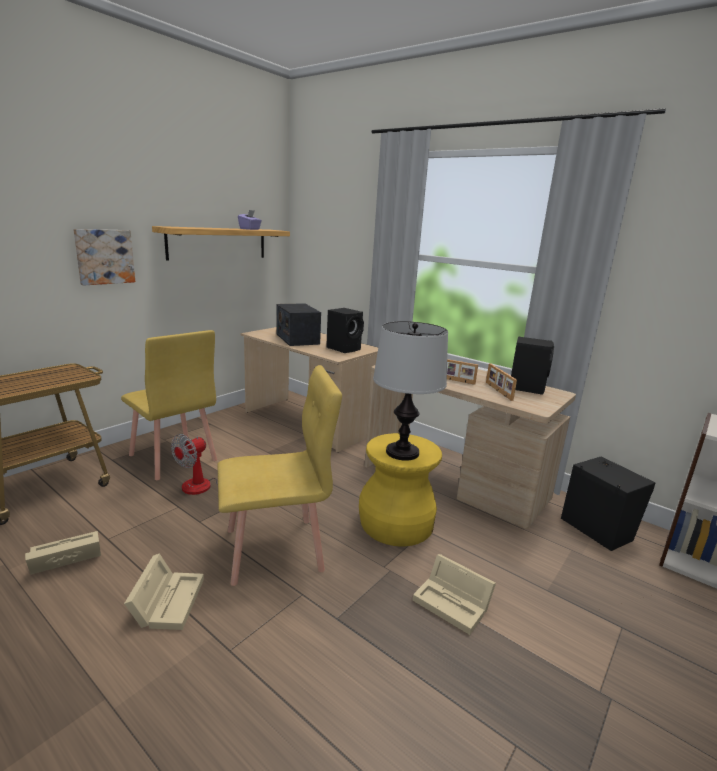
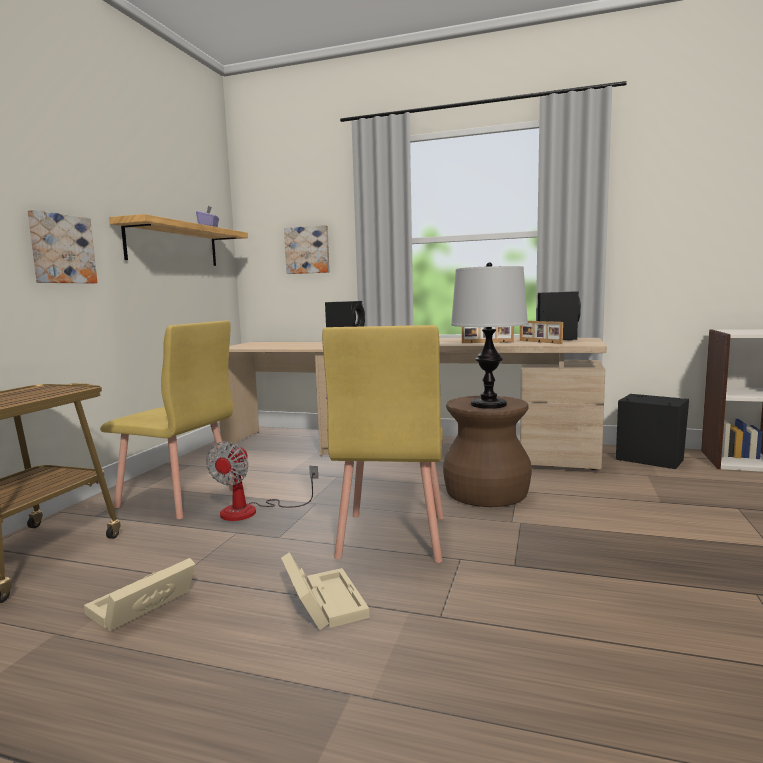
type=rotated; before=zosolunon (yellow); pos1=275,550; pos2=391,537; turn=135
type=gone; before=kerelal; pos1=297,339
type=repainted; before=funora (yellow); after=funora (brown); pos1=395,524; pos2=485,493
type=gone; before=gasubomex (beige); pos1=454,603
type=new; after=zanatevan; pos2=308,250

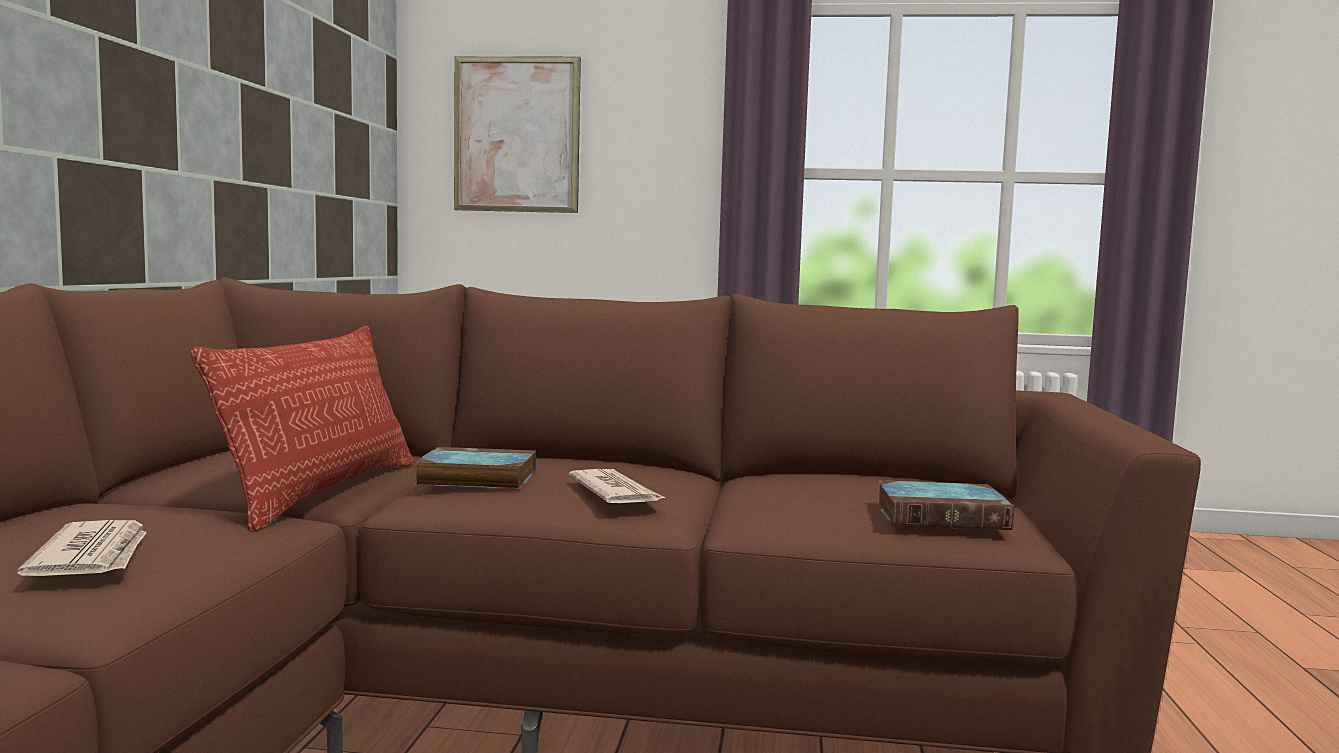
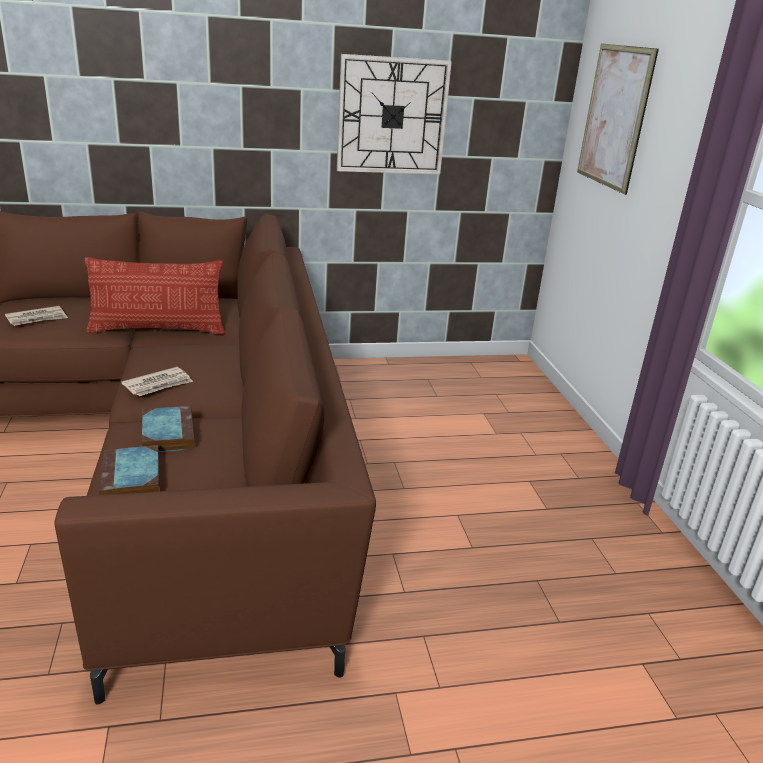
type=shifted; before=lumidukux; pos1=474,478; pos2=167,433
type=new; after=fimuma; pos2=392,116

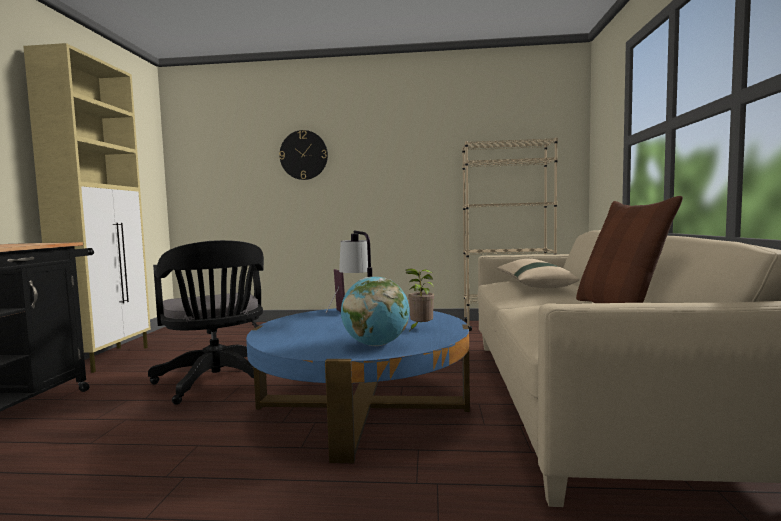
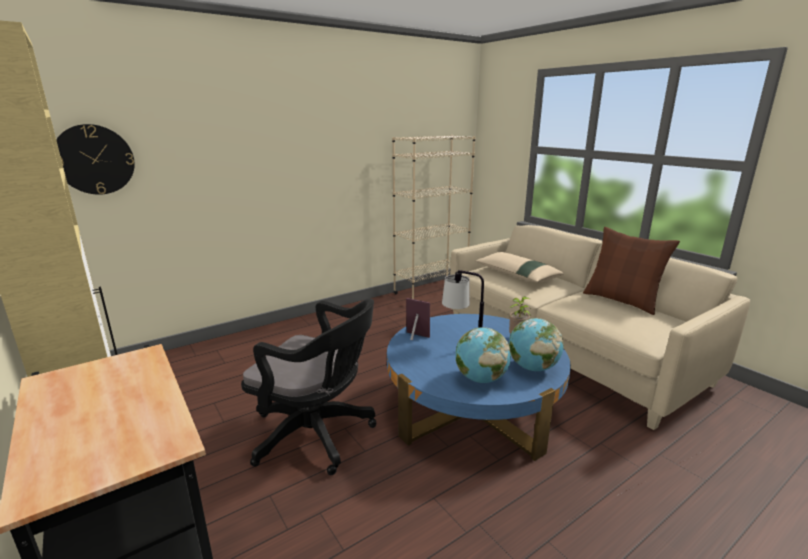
type=shifted; before=fimuma; pos1=303,155; pos2=94,159
type=new; after=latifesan; pos2=480,379

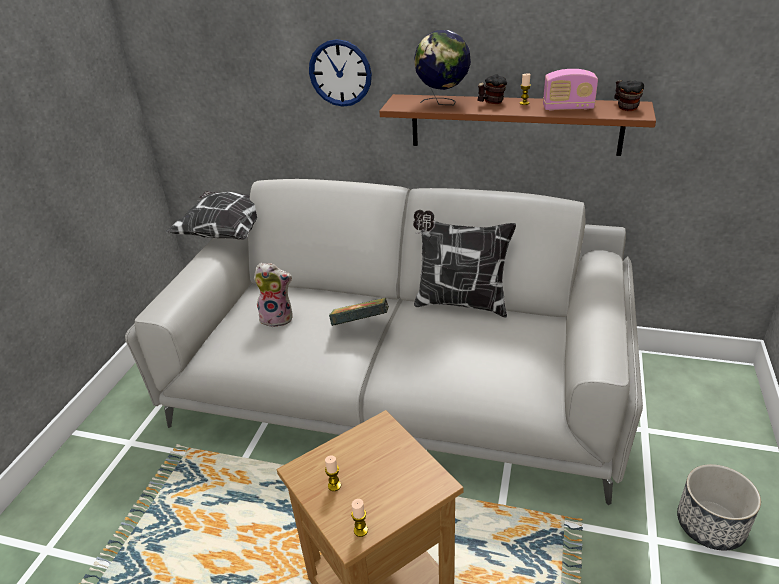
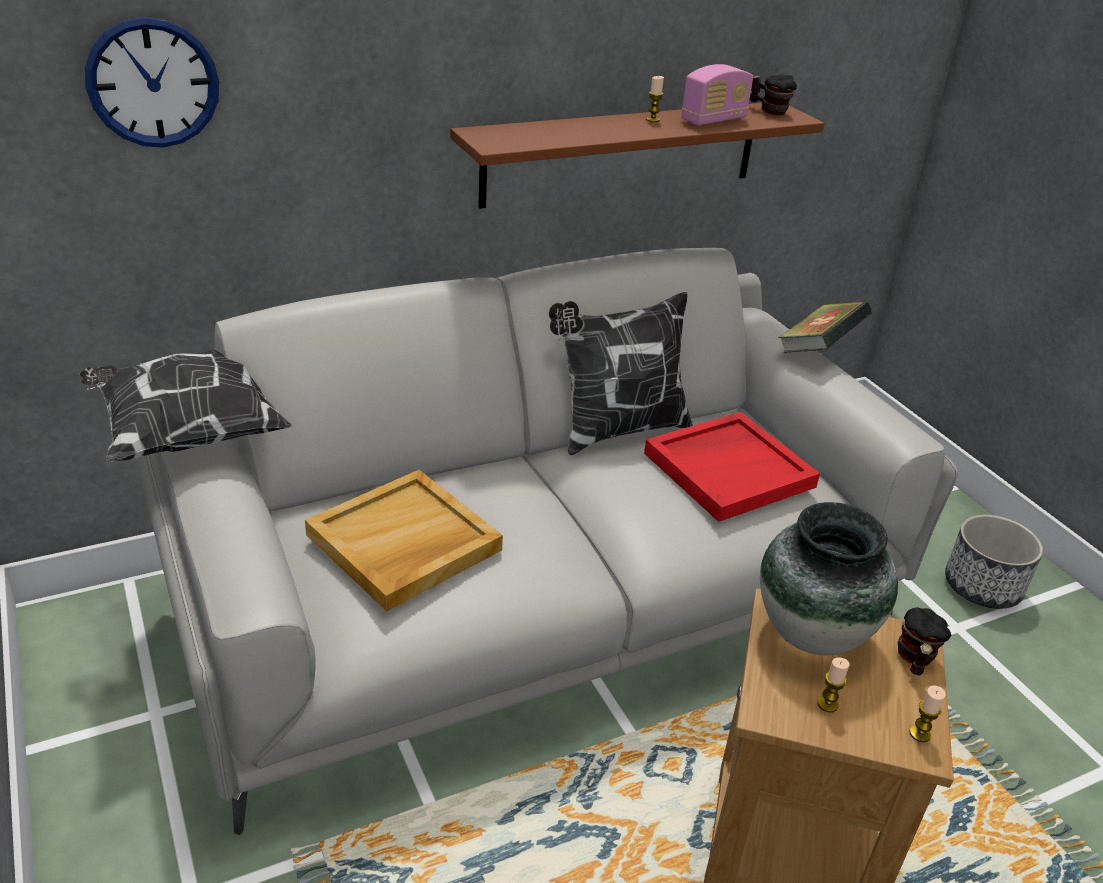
type=swapped; before=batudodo; after=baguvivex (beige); pos1=278,318; pos2=403,544
type=shifted; before=fimuma; pos1=340,73; pos2=153,83
type=shifted; before=lumidukux; pos1=360,326; pos2=819,349
type=gone; before=latifesan; pos1=442,103
type=shifted; before=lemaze; pos1=491,103; pos2=914,660
type=new; after=baguvivex (red); pos2=729,469
type=new; after=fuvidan; pos2=813,634

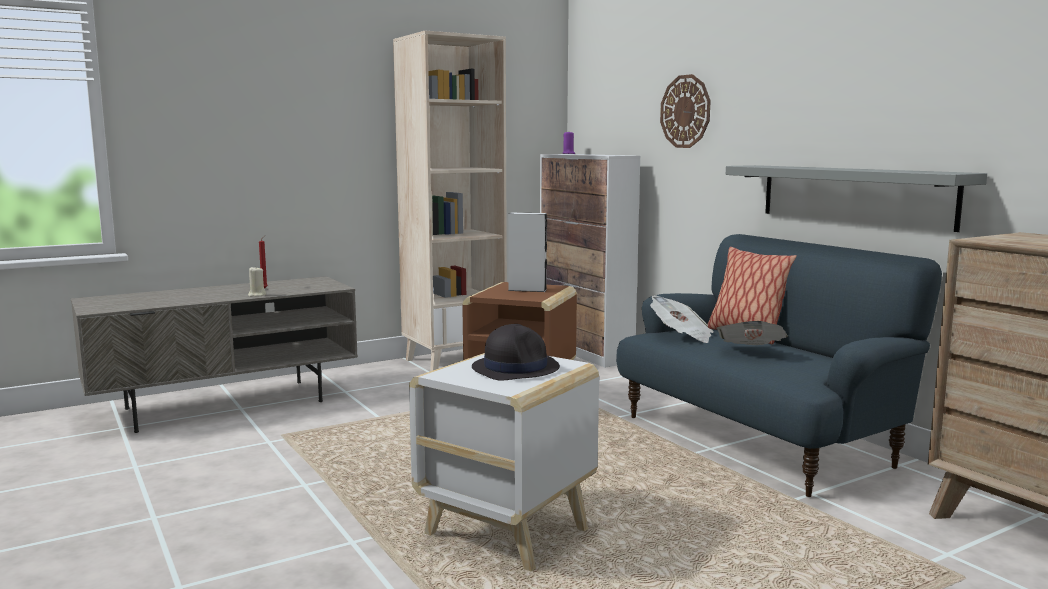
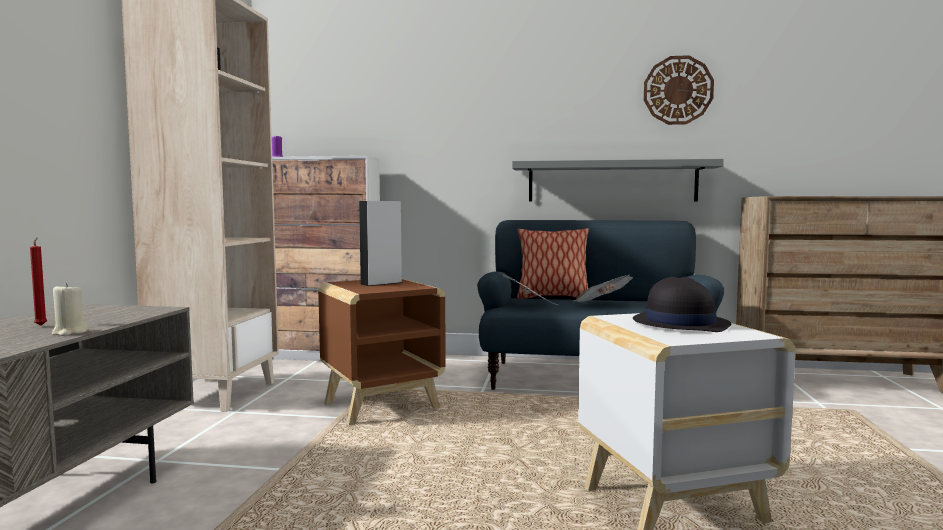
type=shifted; before=fimuma; pos1=685,111; pos2=678,90

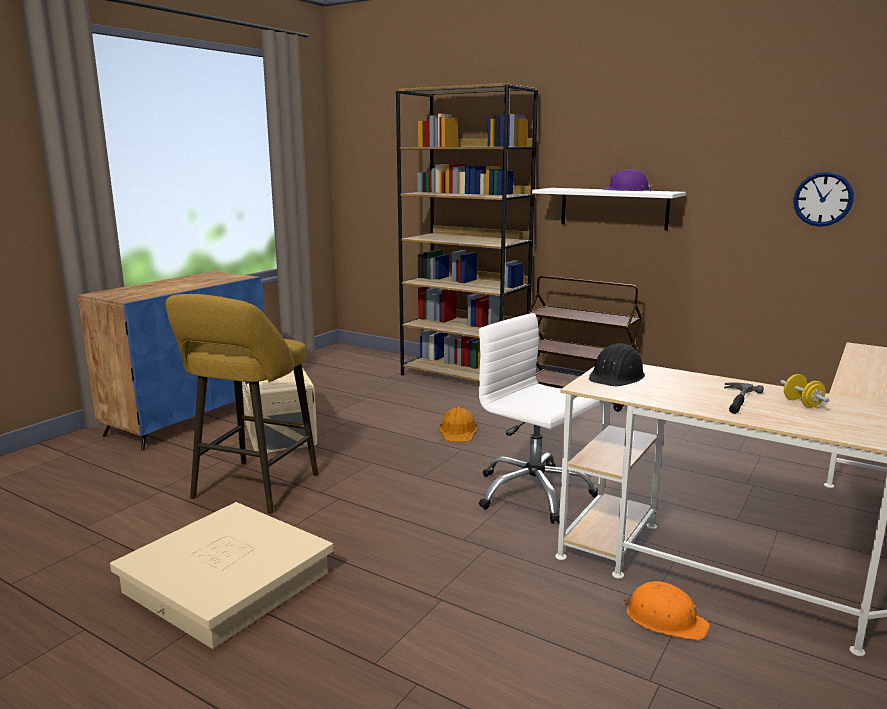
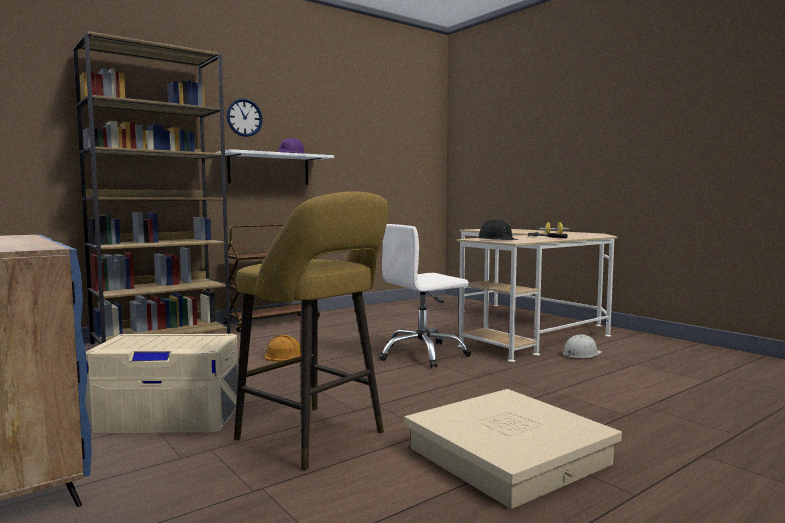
type=repainted; before=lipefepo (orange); after=lipefepo (white); pos1=665,619; pos2=581,354
type=shifted; before=fimuma; pos1=823,199; pos2=244,117

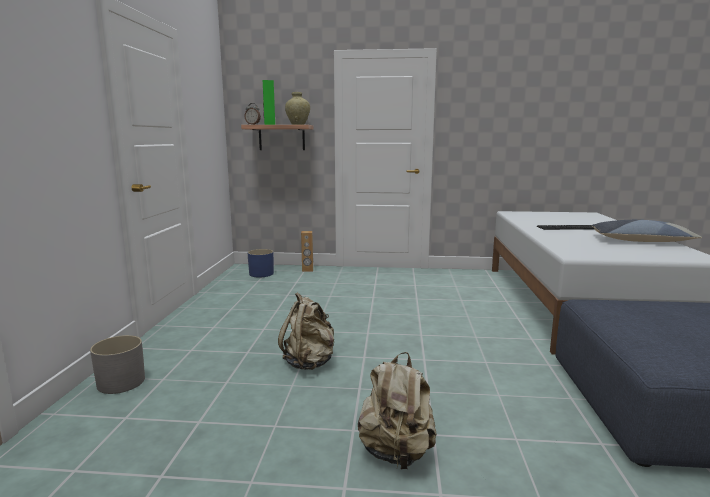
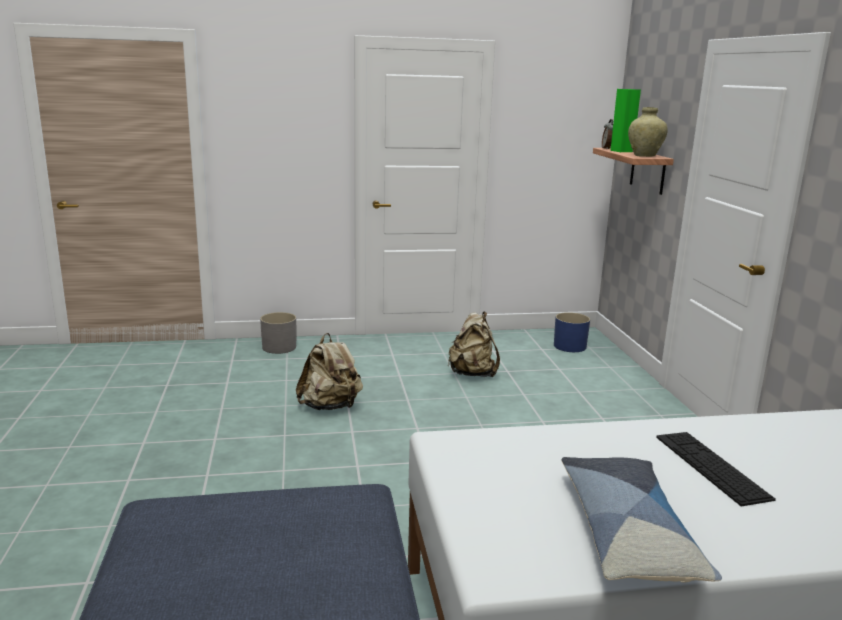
type=gone; before=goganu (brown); pos1=307,270
type=shifted; before=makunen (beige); pos1=396,453; pos2=472,374

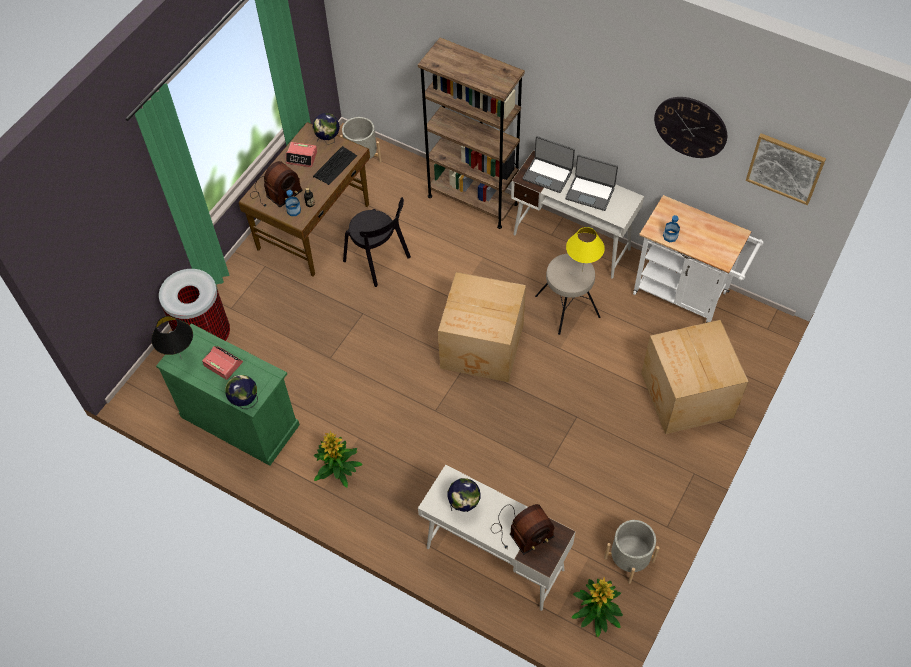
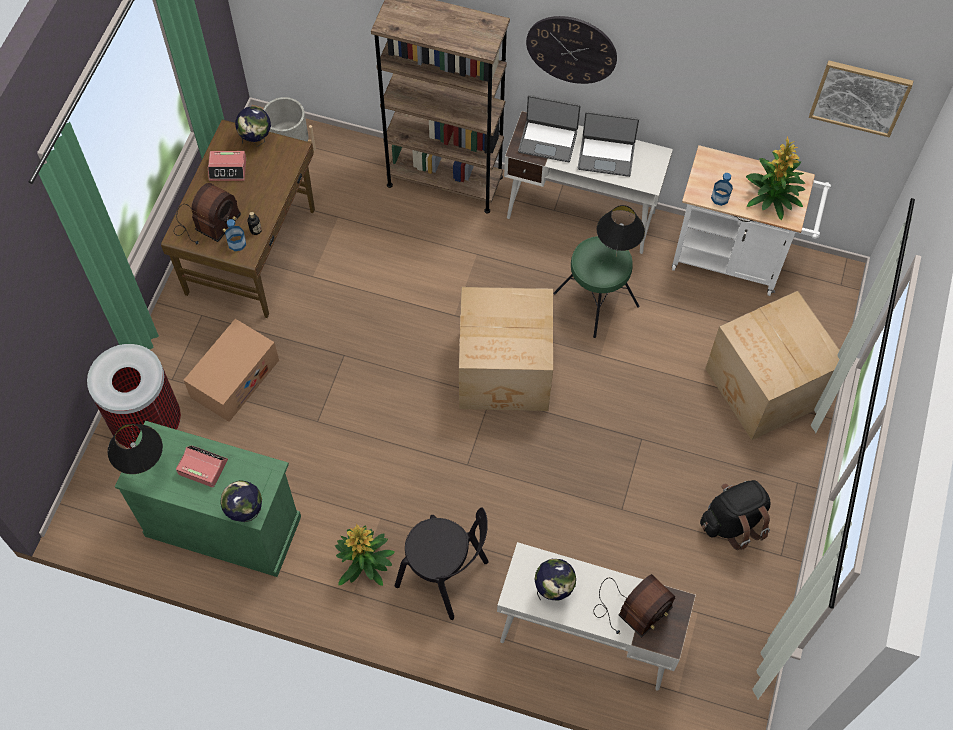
type=gone; before=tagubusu; pos1=335,166
type=shifted; before=zosolunon (black); pos1=379,261; pos2=445,576
type=repainted; before=funora (beige); after=funora (green); pos1=567,307; pos2=595,300
type=repainted; before=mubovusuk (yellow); after=mubovusuk (black); pos1=582,271; pos2=616,257
type=shifted; before=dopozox; pos1=596,611; pos2=771,196
type=gone; before=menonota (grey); pos1=629,559
type=shifted; before=fimuma; pos1=690,127; pos2=571,49
type=new; after=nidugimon; pos2=235,379
type=new; after=makunen (black); pos2=733,522

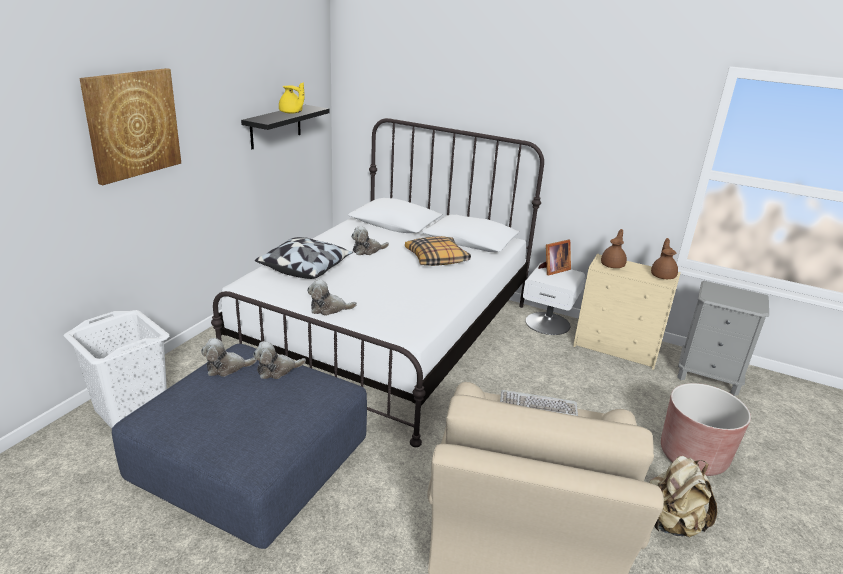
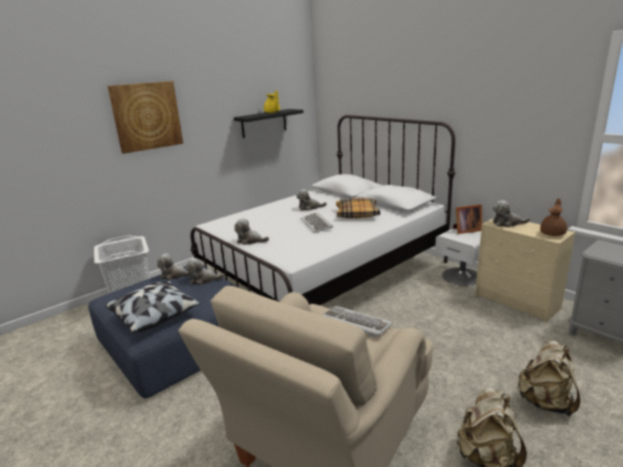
type=shifted; before=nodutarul; pos1=306,268; pos2=155,315
type=swapped; before=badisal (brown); after=batudodo; pos1=613,265; pos2=507,223
type=swapped; before=menonota (brown); after=makunen (beige); pos1=693,456; pos2=545,402
type=new; after=tagubusu; pos2=316,224

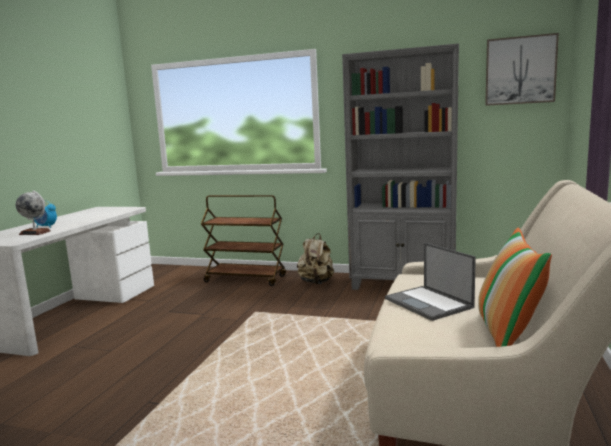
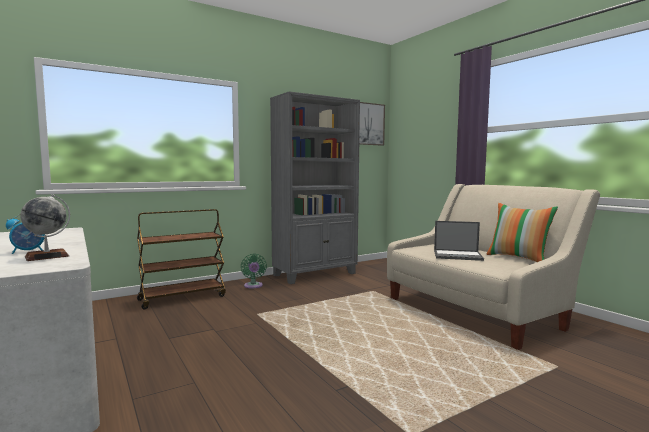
type=swapped; before=makunen (beige); after=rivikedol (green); pos1=316,282; pos2=253,286

